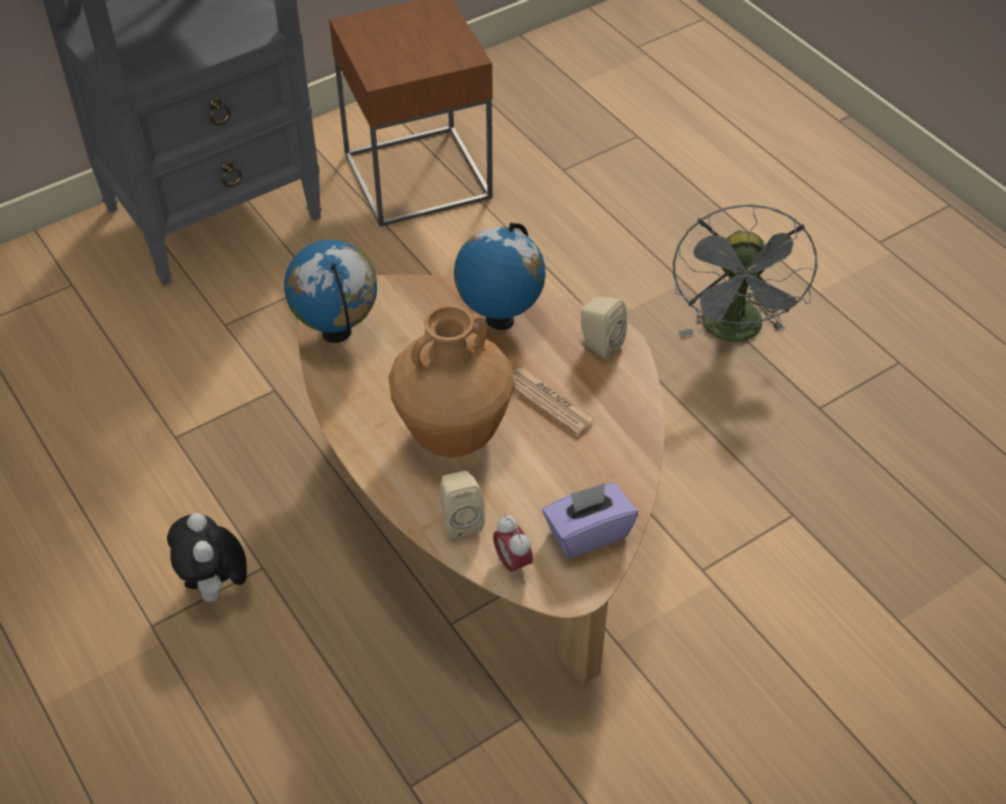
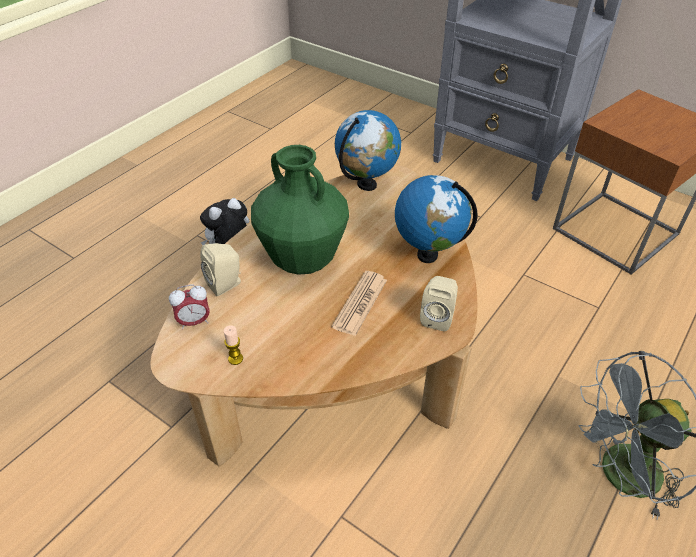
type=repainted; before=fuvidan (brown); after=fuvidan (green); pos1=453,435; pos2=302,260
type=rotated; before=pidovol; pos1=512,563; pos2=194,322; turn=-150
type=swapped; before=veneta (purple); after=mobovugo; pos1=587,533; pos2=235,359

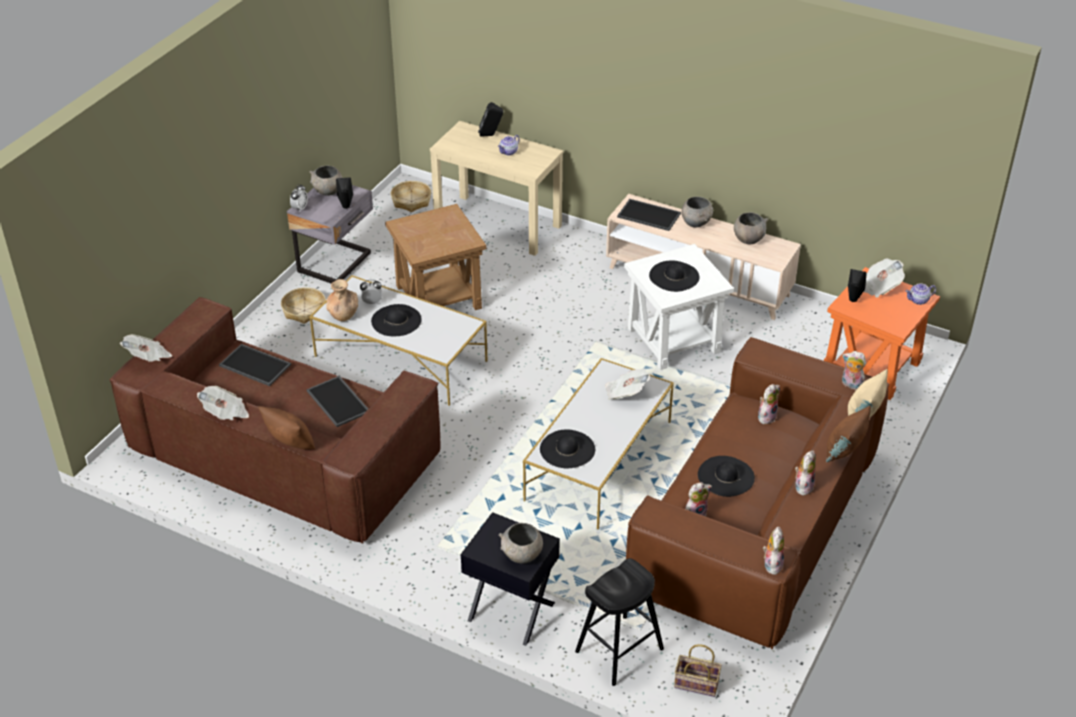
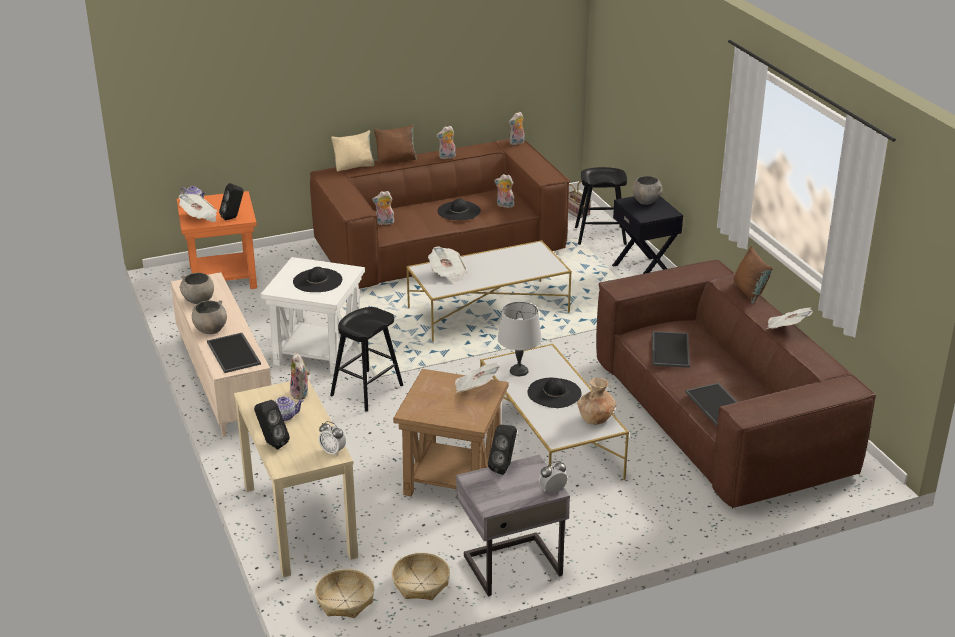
type=shifted; before=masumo; pos1=148,357; pos2=475,388
type=shifted; before=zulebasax; pos1=304,310; pos2=421,584
type=gone; before=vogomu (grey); pos1=328,192
type=shifted; before=pidovol; pos1=372,302; pos2=333,451
type=gone; before=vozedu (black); pos1=567,449
type=shifted; before=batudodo; pos1=851,385; pos2=301,394
type=new; after=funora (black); pos2=366,390
type=new; after=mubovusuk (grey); pos2=519,371

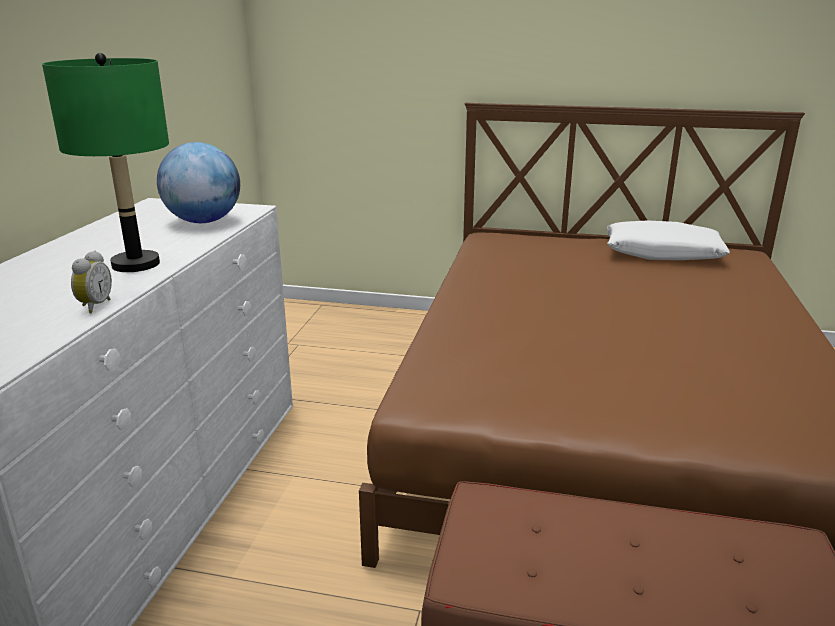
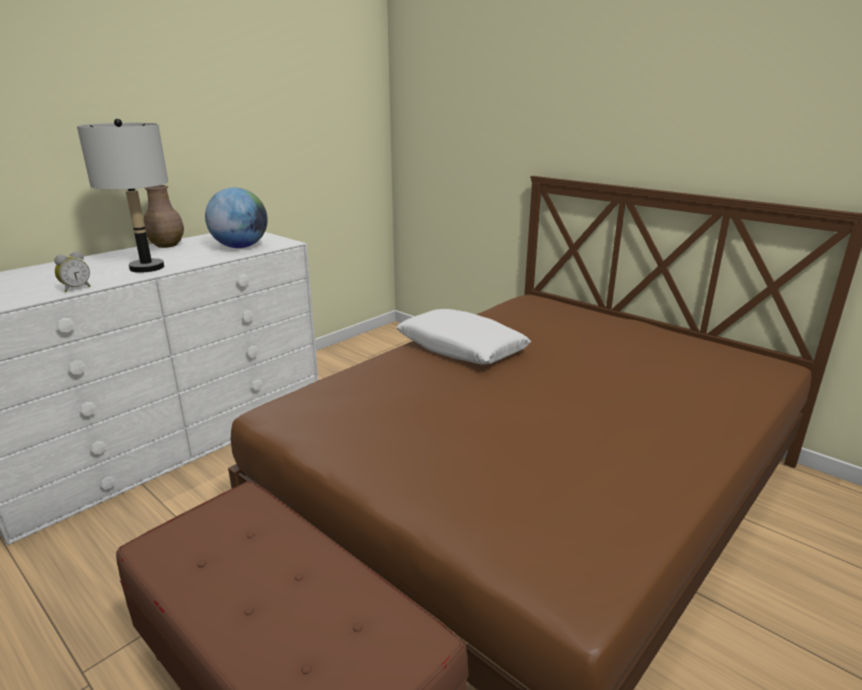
type=repainted; before=mubovusuk (green); after=mubovusuk (grey); pos1=136,264; pos2=147,268
type=shifted; before=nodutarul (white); pos1=662,253; pos2=461,348
type=new; after=fuvidan (brown); pos2=167,245

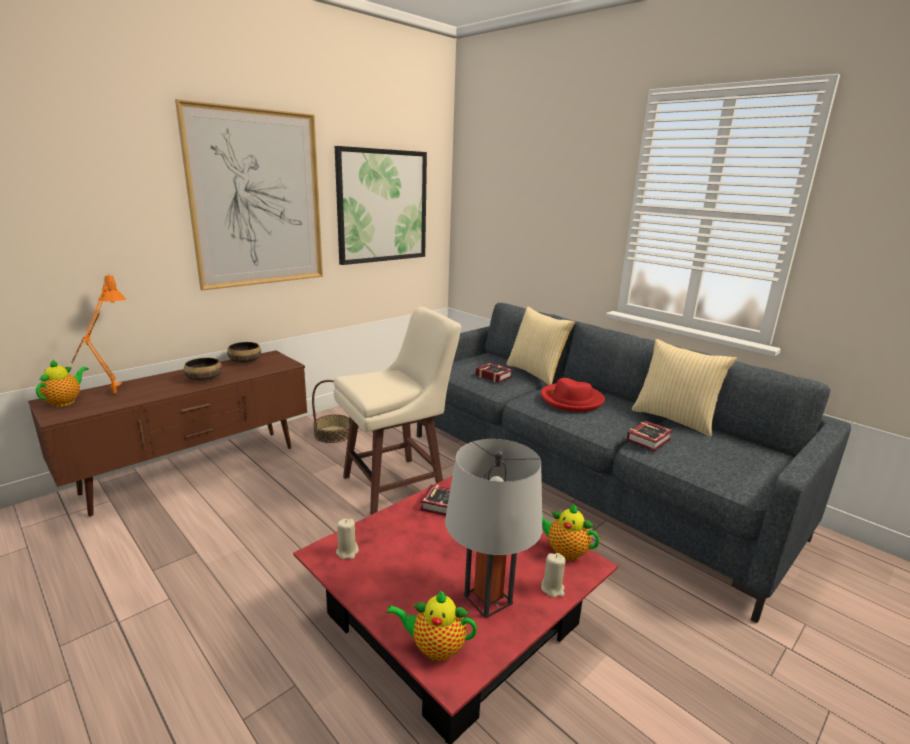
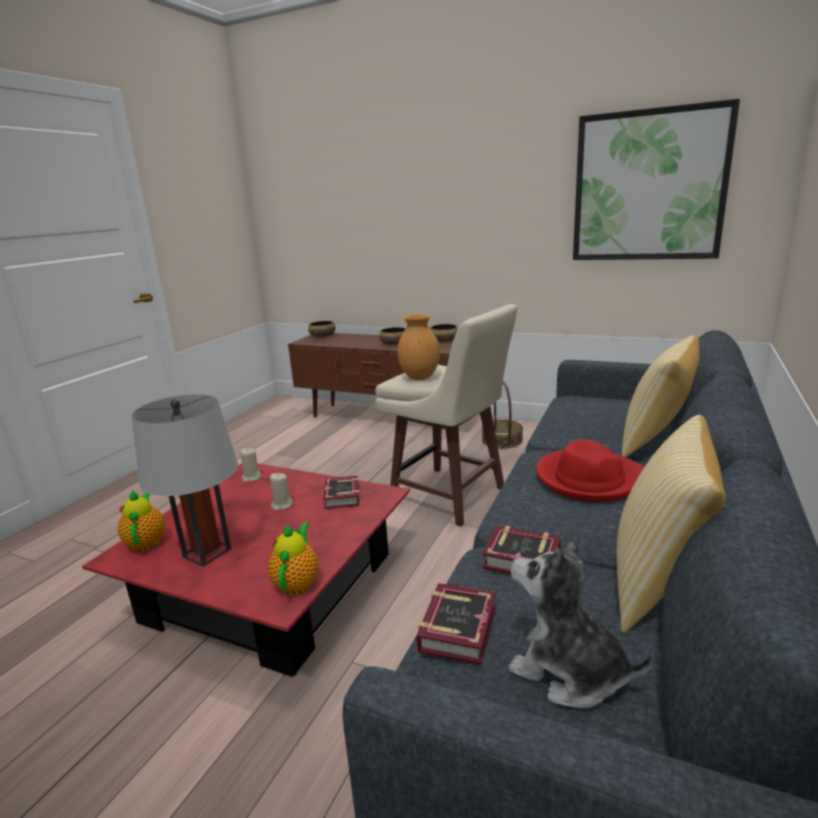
type=swapped; before=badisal; after=vogomu; pos1=65,402; pos2=322,336
type=gone; before=mubovusuk (orange); pos1=111,396
type=gone; before=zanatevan; pos1=257,199
type=shifted; before=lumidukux; pos1=493,375; pos2=461,627
type=shifted; before=mobovugo (beige); pos1=552,588; pos2=282,505
type=new; after=fuvidan (brown); pos2=419,378
type=new; after=batudodo; pos2=568,671

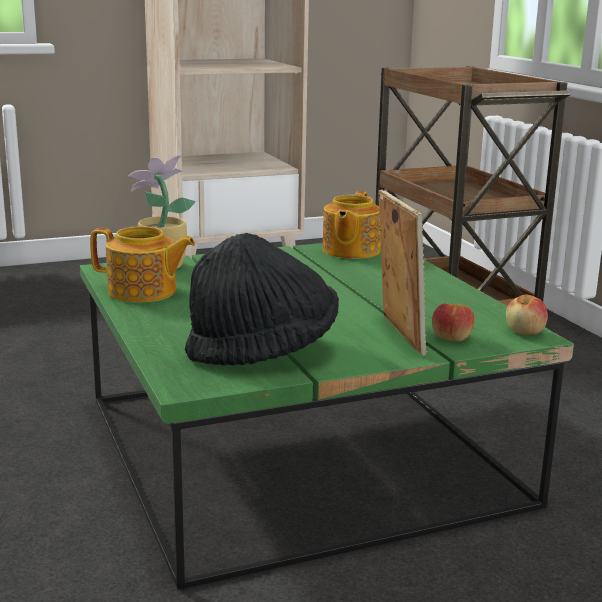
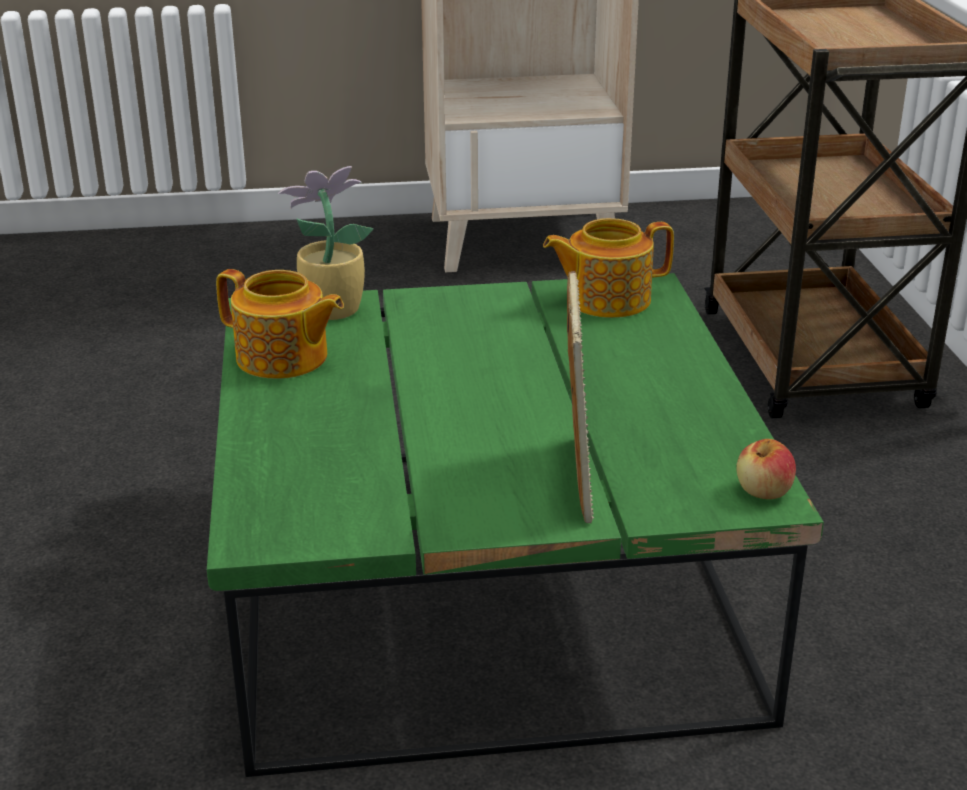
type=gone; before=vozedu (black); pos1=262,351
type=rotated; before=badisal; pos1=350,251; pos2=606,299; turn=45
type=gone; before=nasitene; pos1=451,338

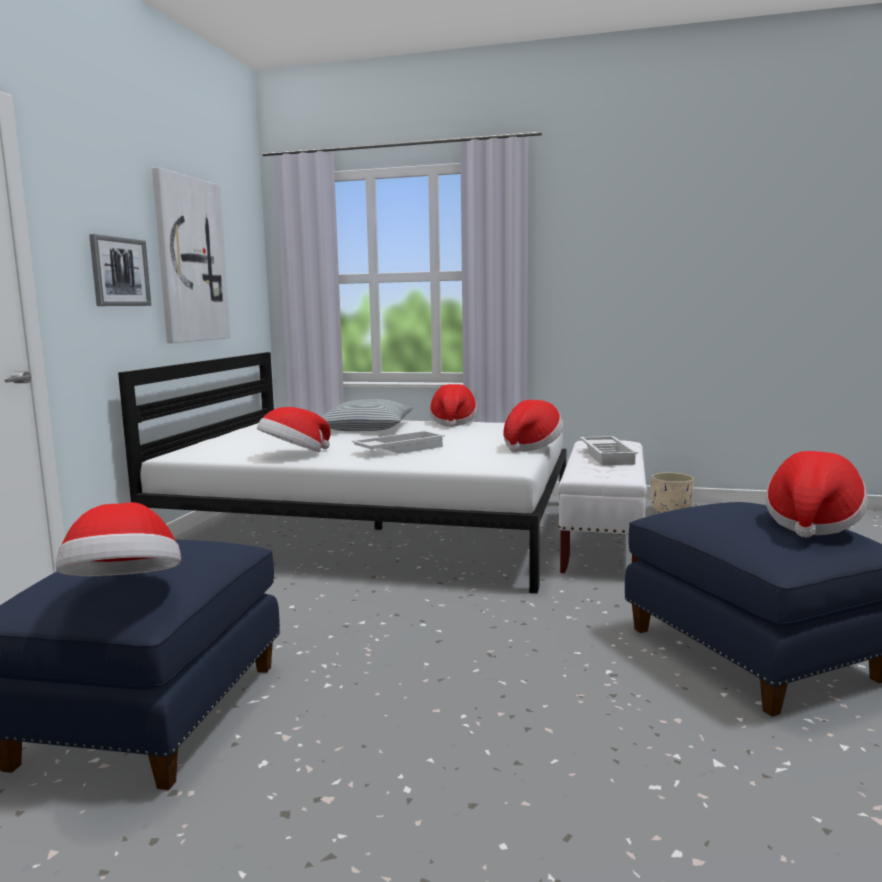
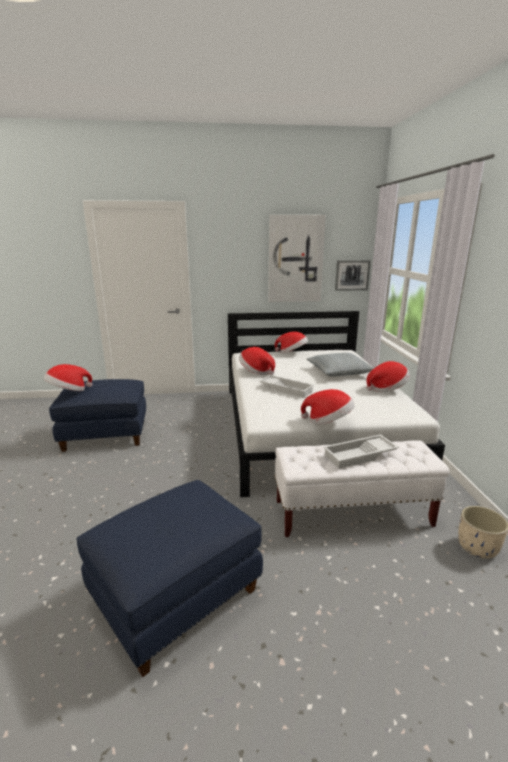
type=shifted; before=zanatevan; pos1=119,272; pos2=352,275
type=shifted; before=vozedu; pos1=812,524; pos2=292,352

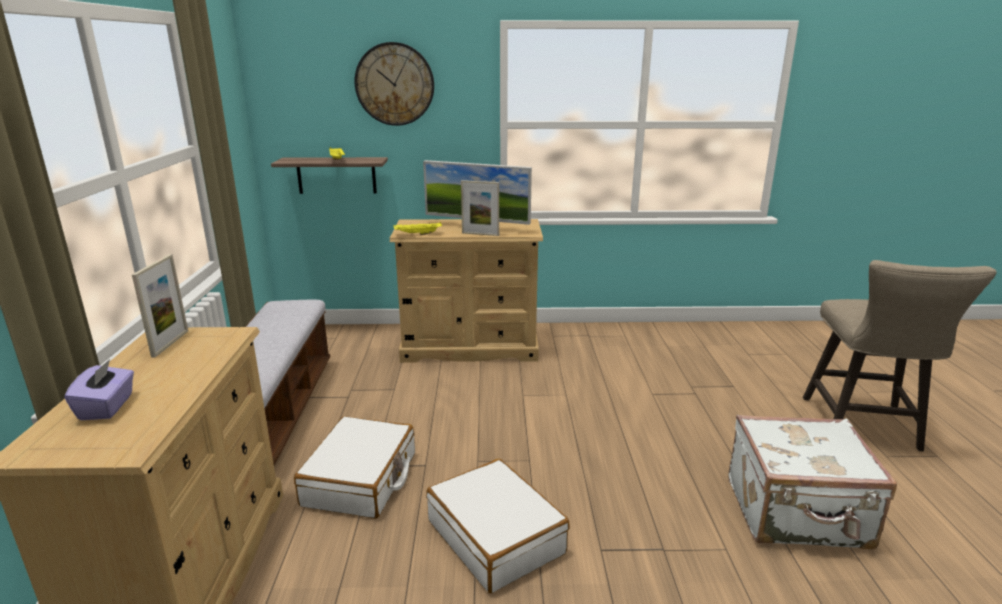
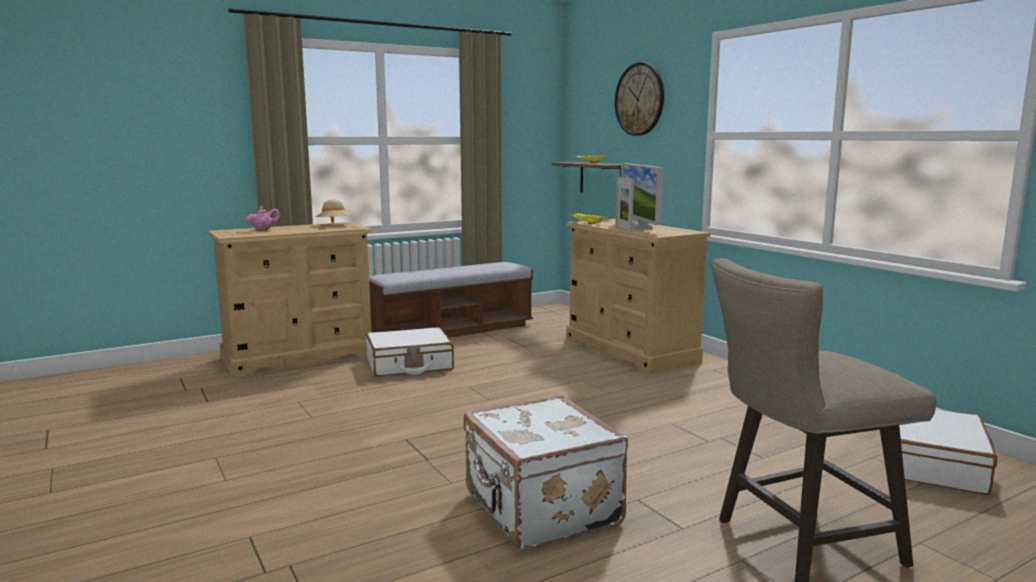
type=swapped; before=veneta (purple); after=badisal (pink); pos1=107,407; pos2=263,230
type=swapped; before=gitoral; after=vozedu (beige); pos1=170,343; pos2=334,225
type=shifted; before=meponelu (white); pos1=496,537; pos2=934,464

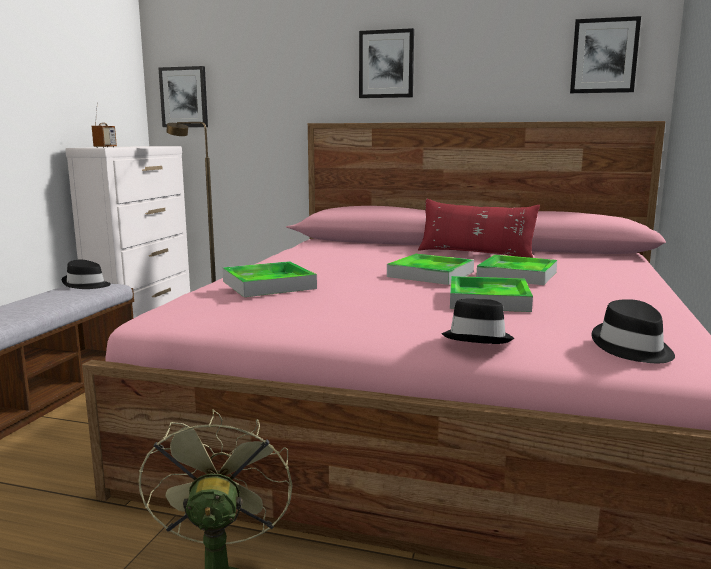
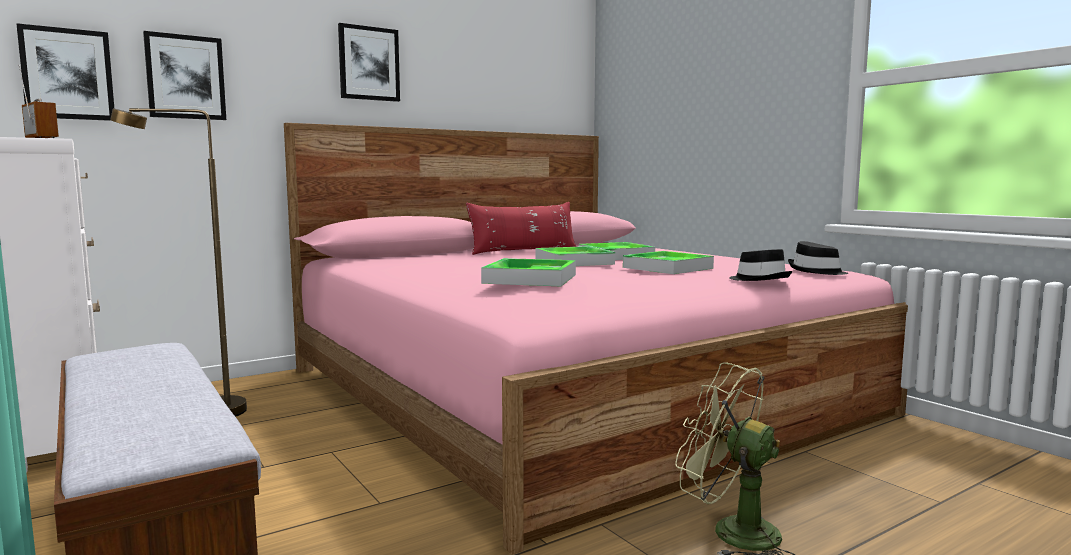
type=gone; before=vozedu (black); pos1=86,285
type=shifted; before=zanatevan; pos1=604,56; pos2=185,77

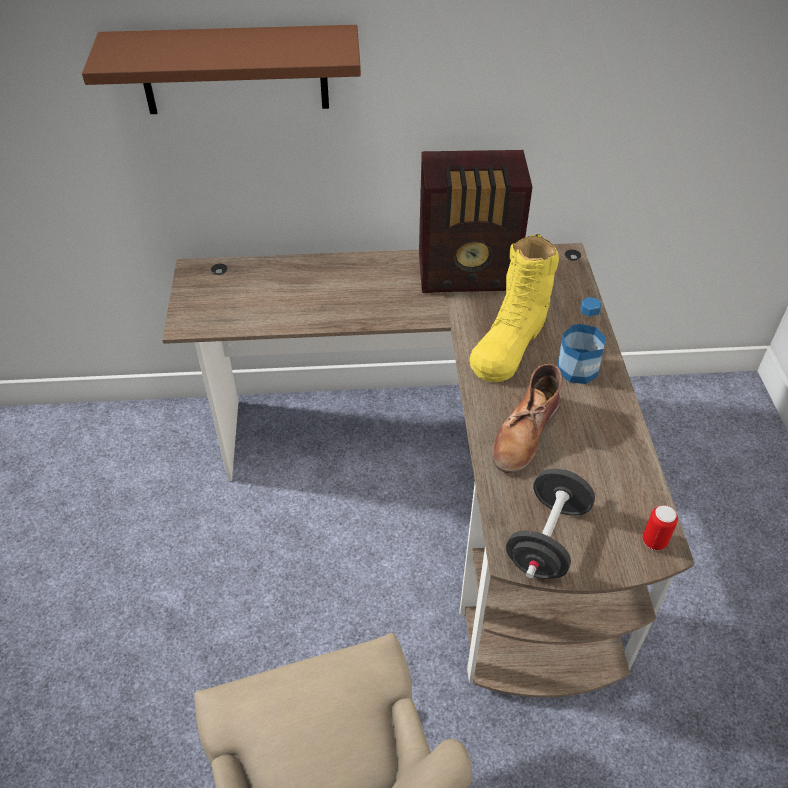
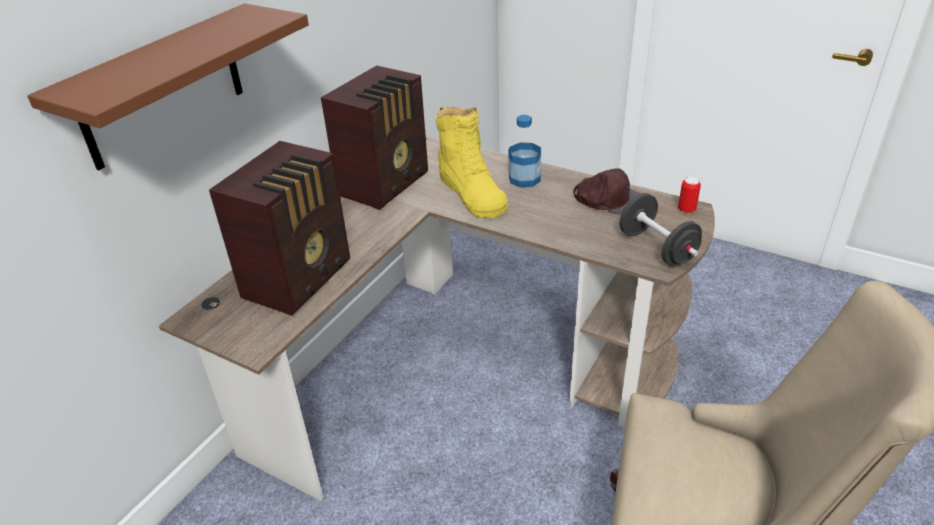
type=gone; before=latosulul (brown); pos1=524,433
type=new; after=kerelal; pos2=300,278
type=new; after=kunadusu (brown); pos2=609,200

